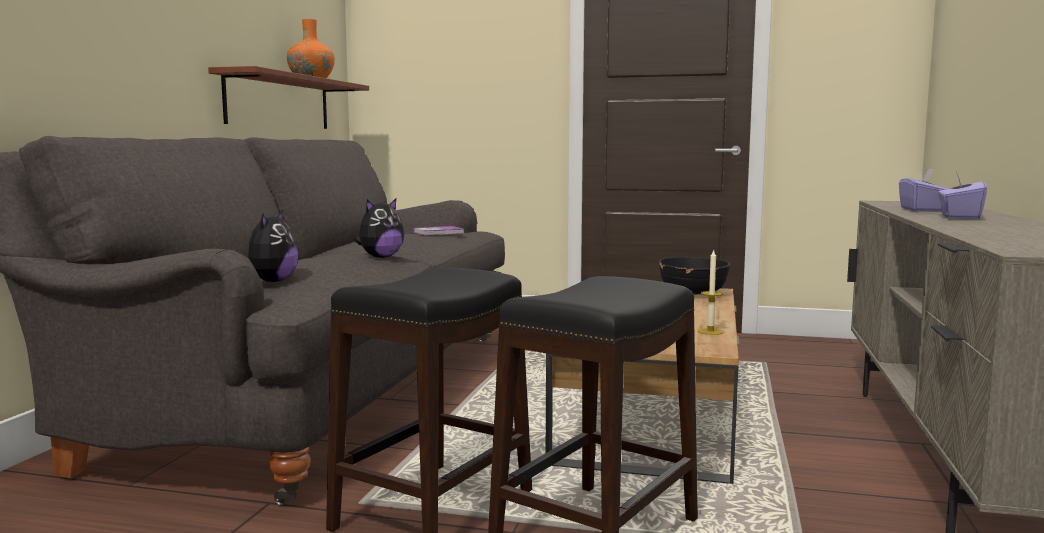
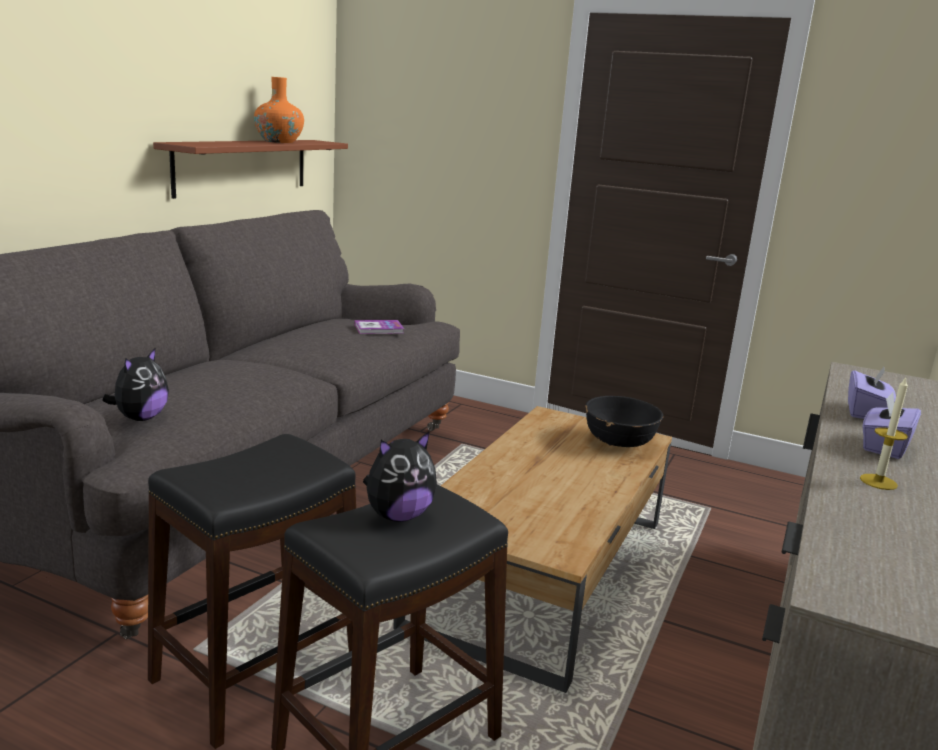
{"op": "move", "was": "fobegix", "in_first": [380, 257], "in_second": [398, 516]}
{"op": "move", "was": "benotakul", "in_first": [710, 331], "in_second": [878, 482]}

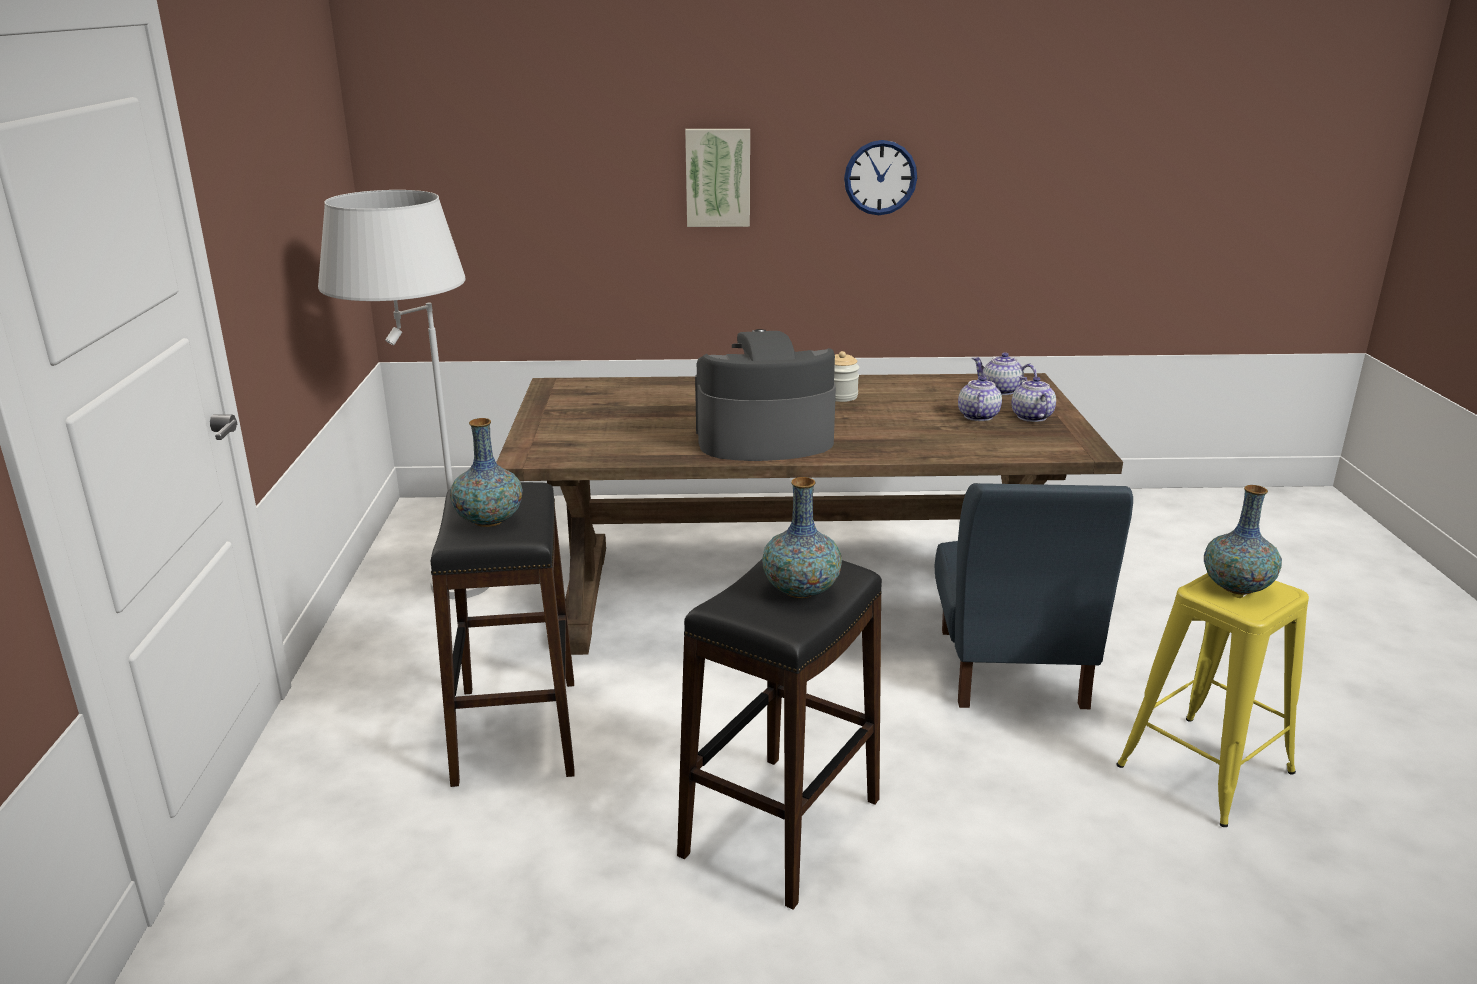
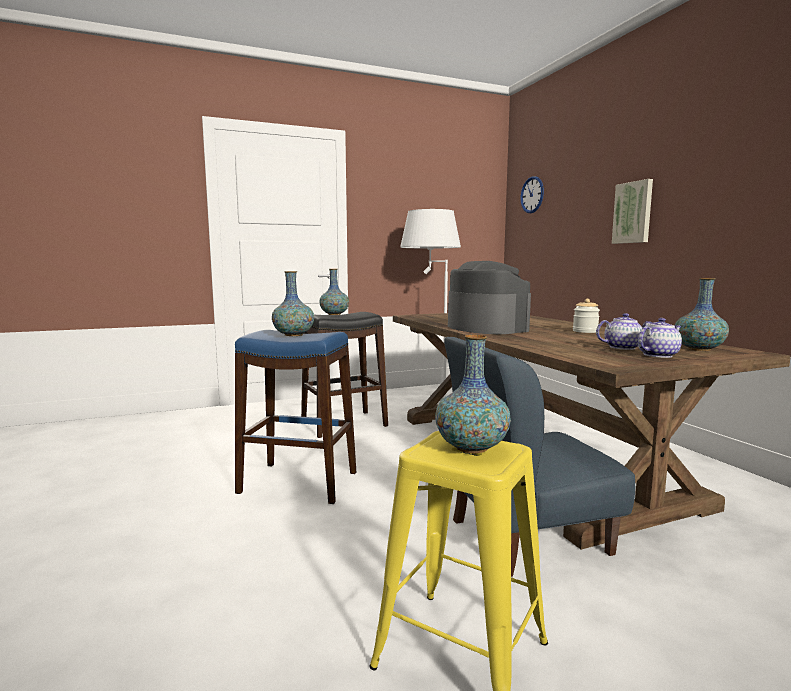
{"op": "recolor", "was": "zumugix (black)", "now": "zumugix (blue)", "in_first": [781, 826], "in_second": [299, 482]}
{"op": "move", "was": "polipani", "in_first": [880, 177], "in_second": [532, 195]}
{"op": "replace", "was": "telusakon", "now": "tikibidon", "in_first": [1000, 390], "in_second": [698, 349]}

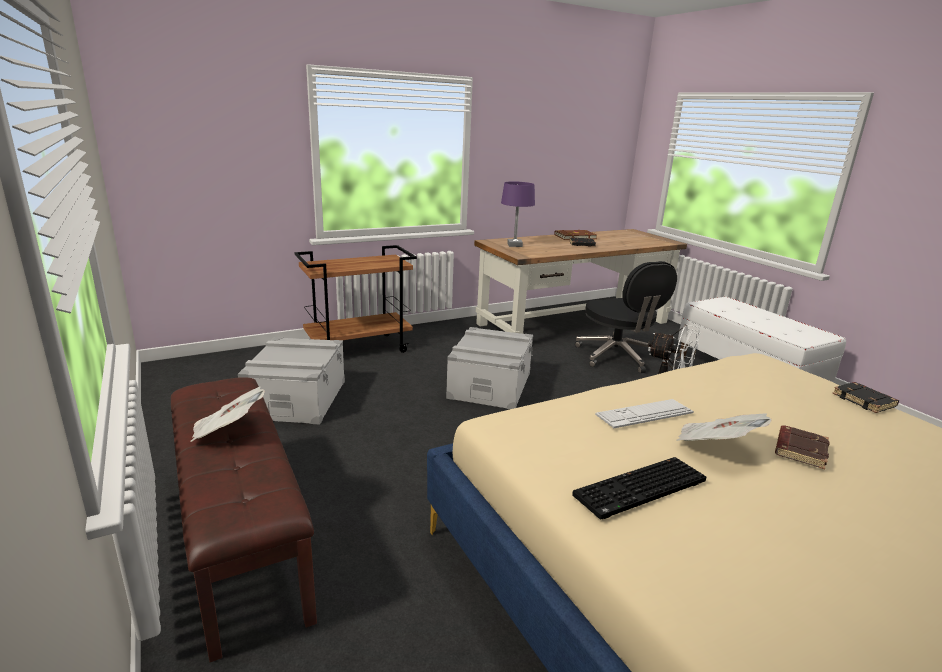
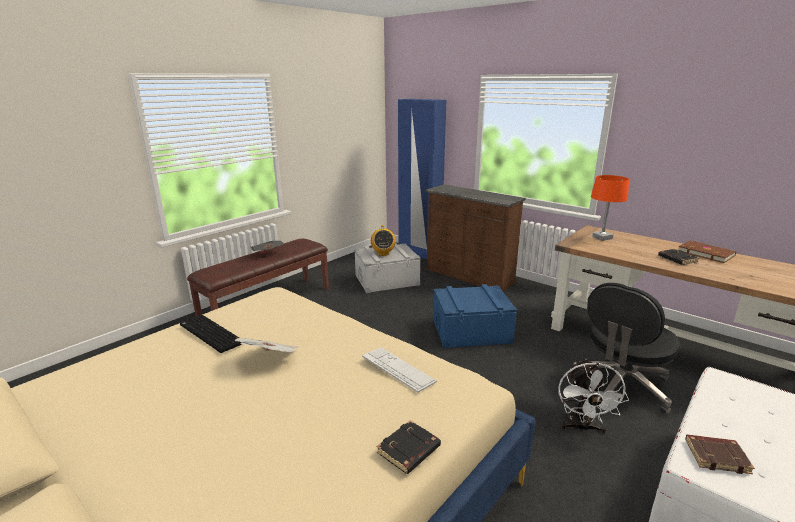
{"op": "move", "was": "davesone", "in_first": [644, 414], "in_second": [397, 369]}
{"op": "insert", "now": "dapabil", "in_second": [383, 253]}
{"op": "insert", "now": "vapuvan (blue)", "in_second": [419, 253]}
{"op": "replace", "was": "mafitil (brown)", "now": "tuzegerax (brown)", "in_first": [359, 348], "in_second": [469, 276]}
{"op": "recolor", "was": "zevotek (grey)", "now": "zevotek (blue)", "in_first": [489, 385], "in_second": [471, 331]}
{"op": "recolor", "was": "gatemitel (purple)", "now": "gatemitel (orange)", "in_first": [514, 245], "in_second": [602, 237]}
{"op": "move", "was": "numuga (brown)", "in_first": [799, 450], "in_second": [716, 456]}

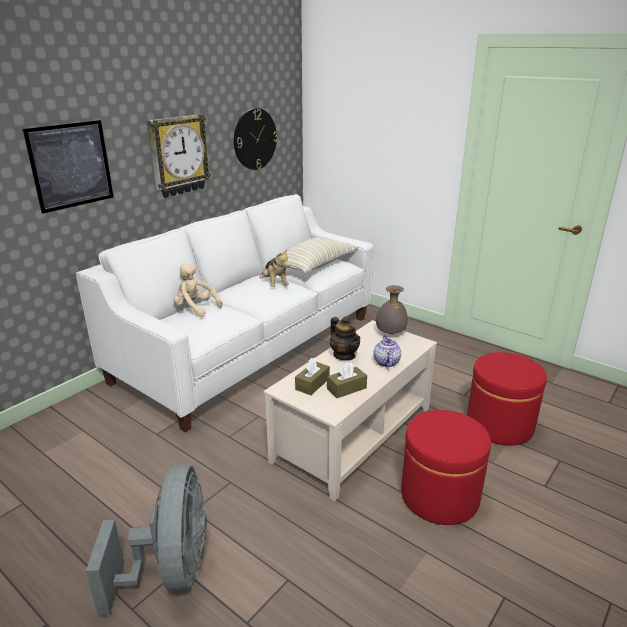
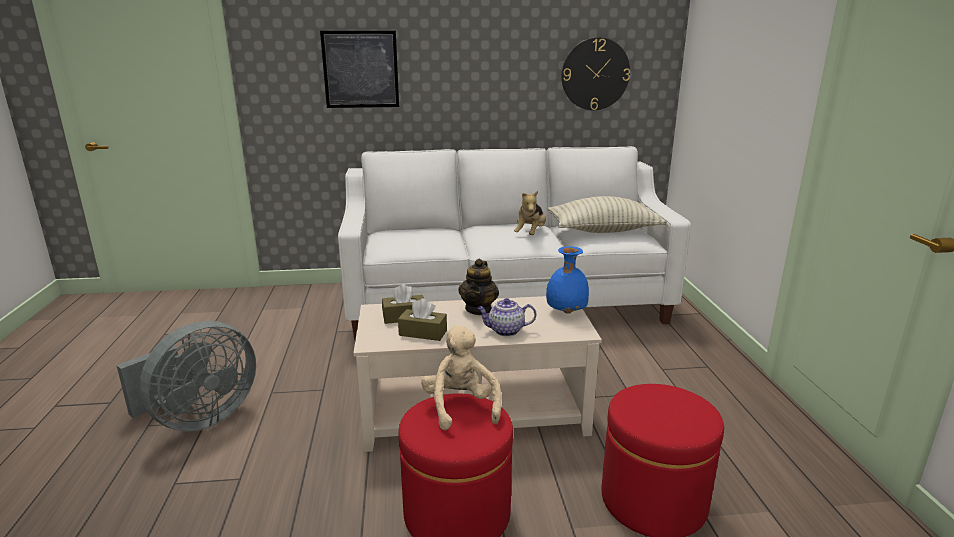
{"op": "move", "was": "fobegix (beige)", "in_first": [195, 308], "in_second": [460, 407]}
{"op": "rotate", "was": "telusakon", "in_first": [386, 362], "in_second": [505, 331], "clockwise": -135}
{"op": "recolor", "was": "tikibidon (grey)", "now": "tikibidon (blue)", "in_first": [390, 333], "in_second": [565, 312]}
{"op": "delete", "was": "polipani", "in_first": [178, 155]}

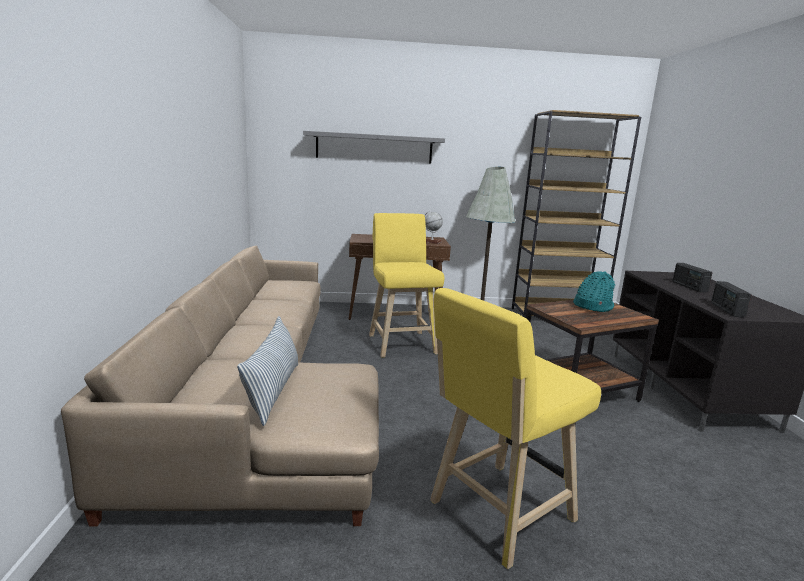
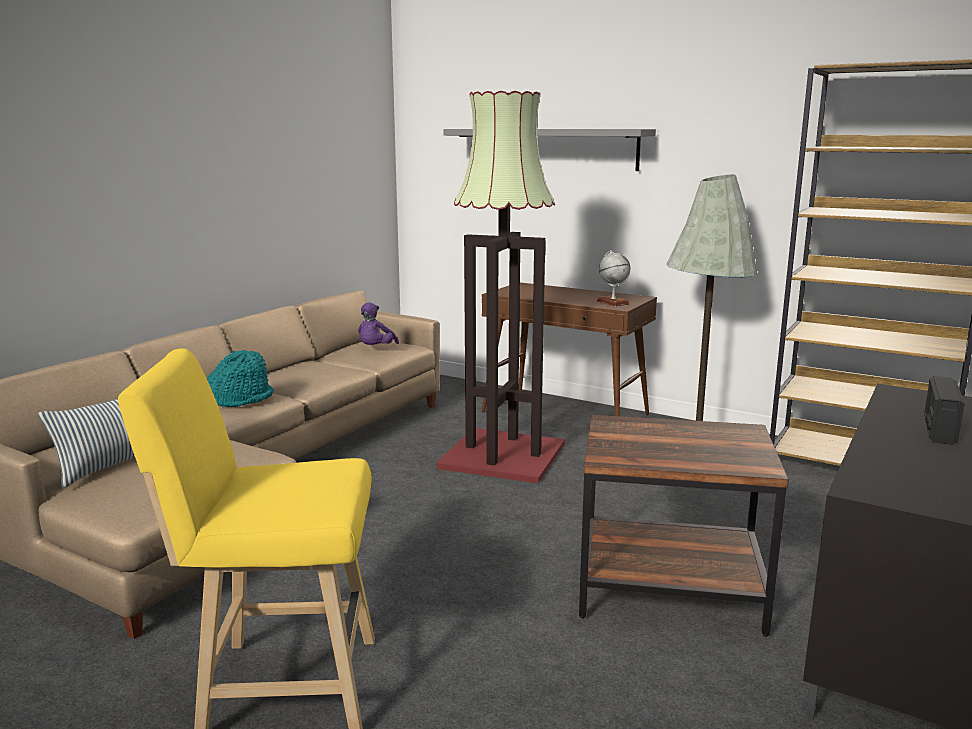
{"op": "move", "was": "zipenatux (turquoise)", "in_first": [592, 306], "in_second": [240, 399]}
{"op": "insert", "now": "fobegix (purple)", "in_second": [375, 349]}
{"op": "replace", "was": "zumugix (yellow)", "now": "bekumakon", "in_first": [401, 342], "in_second": [505, 455]}
{"op": "delete", "was": "dapabil", "in_first": [726, 310]}

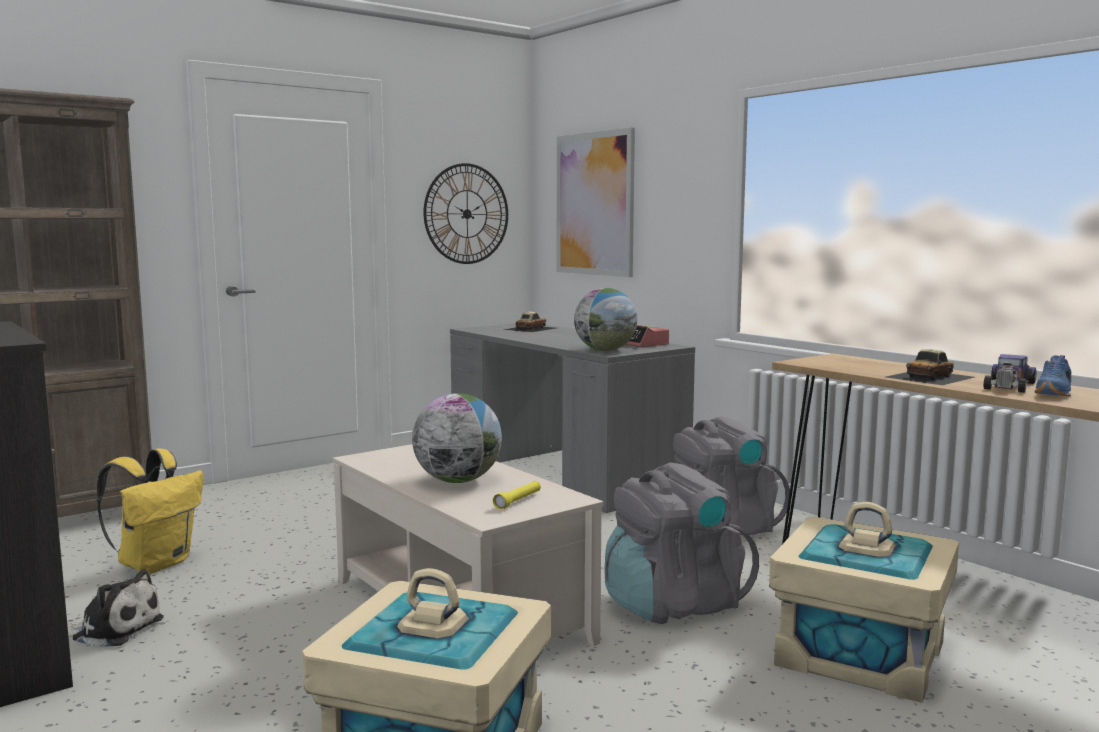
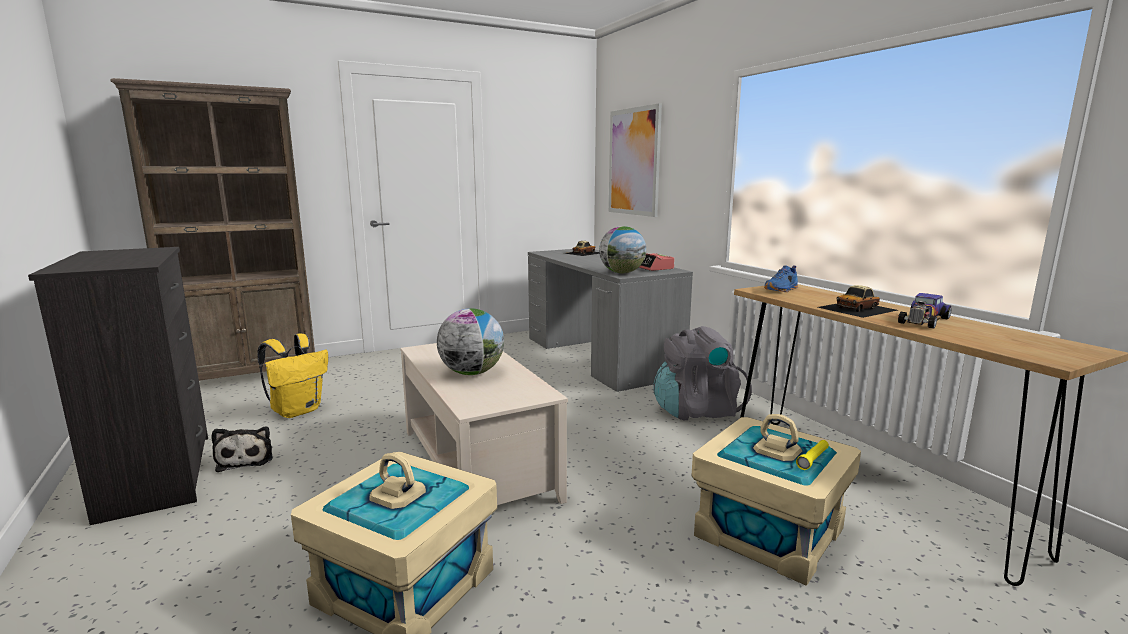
{"op": "rotate", "was": "fobegix", "in_first": [115, 629], "in_second": [246, 459], "clockwise": 45}
{"op": "move", "was": "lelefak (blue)", "in_first": [1055, 393], "in_second": [782, 290]}
{"op": "move", "was": "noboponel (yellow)", "in_first": [518, 501], "in_second": [813, 459]}
{"op": "delete", "was": "polipani", "in_first": [467, 214]}
{"op": "delete", "was": "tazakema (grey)", "in_first": [672, 604]}

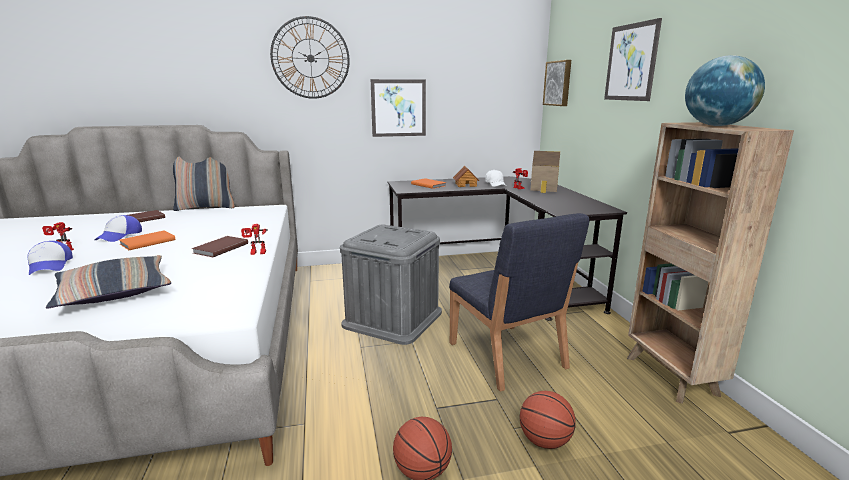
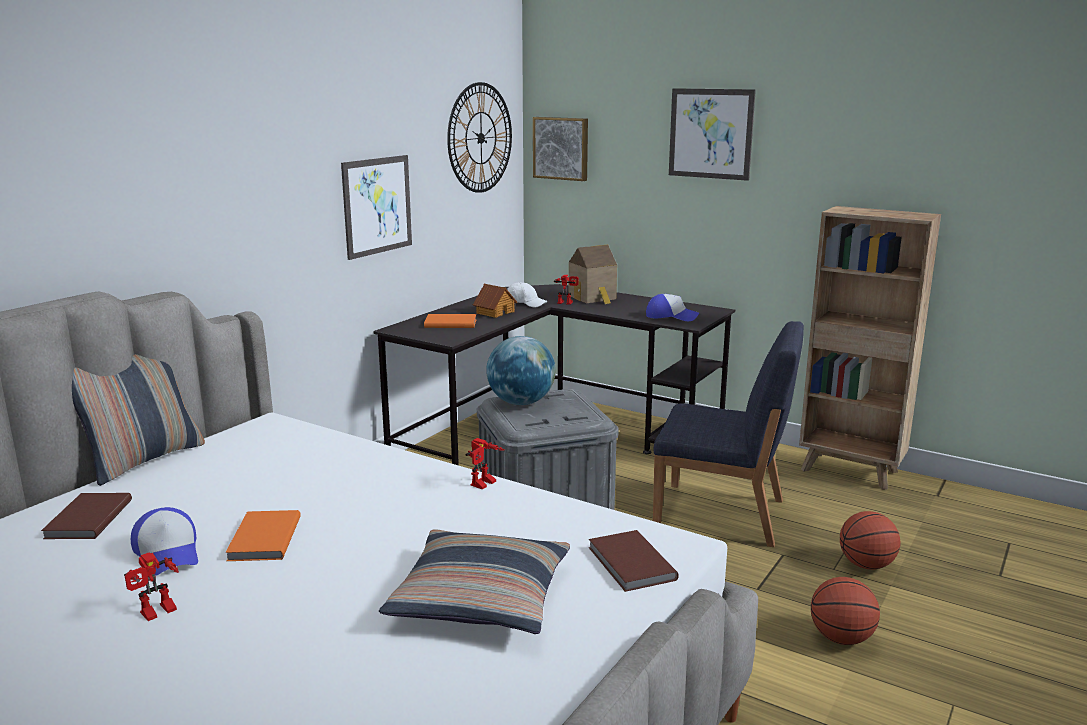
{"op": "move", "was": "polipani", "in_first": [310, 58], "in_second": [480, 138]}
{"op": "move", "was": "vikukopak", "in_first": [717, 126], "in_second": [521, 402]}
{"op": "move", "was": "numuga (brown)", "in_first": [219, 248], "in_second": [630, 564]}
{"op": "move", "was": "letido", "in_first": [50, 265], "in_second": [671, 316]}

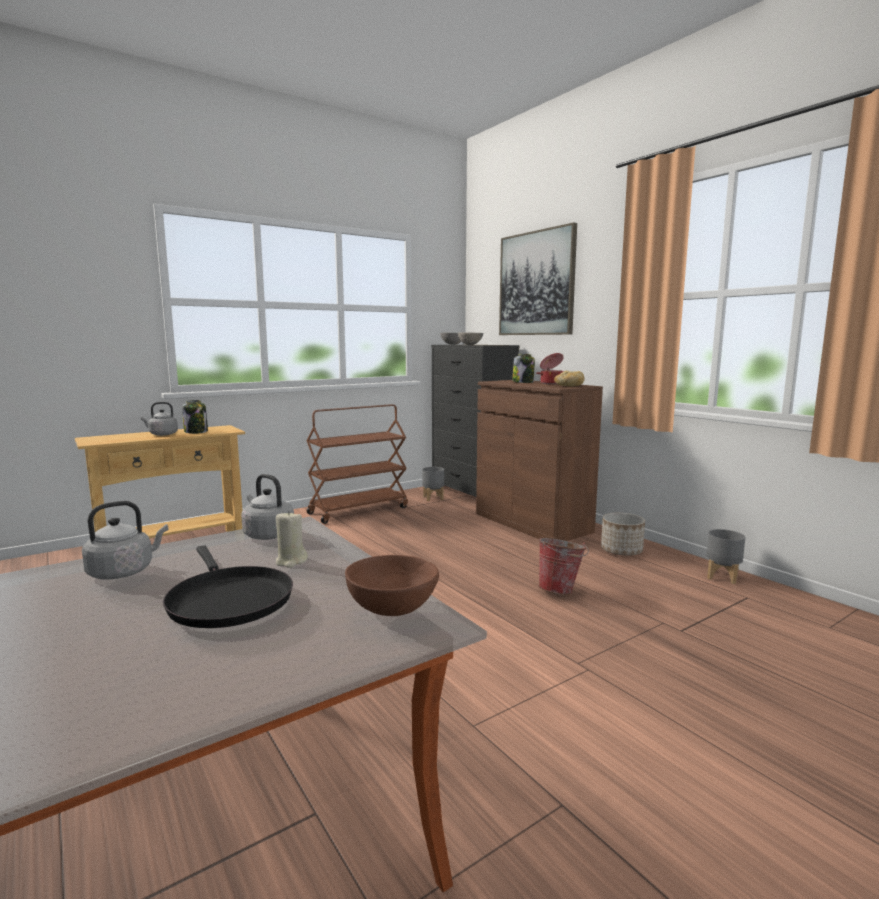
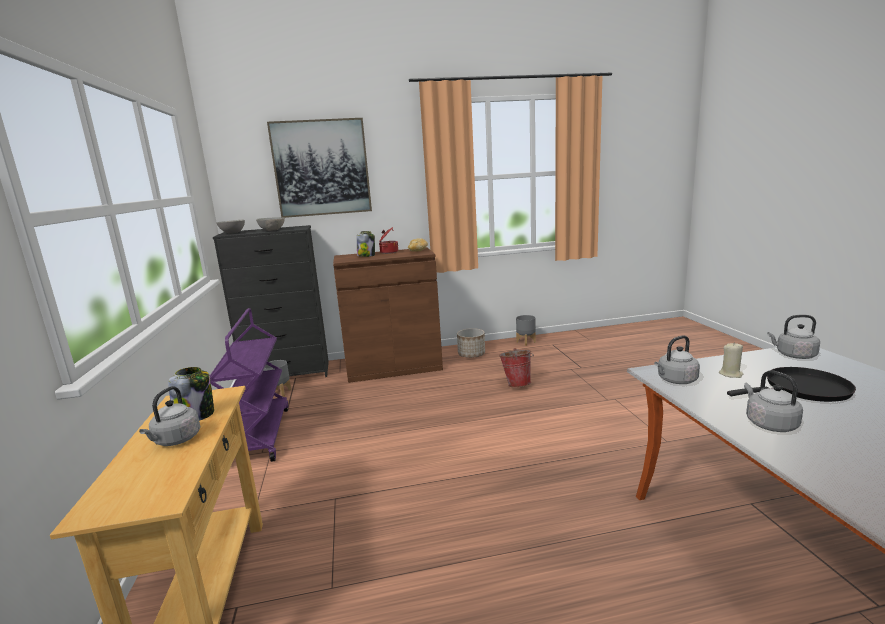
{"op": "recolor", "was": "mafitil (brown)", "now": "mafitil (purple)", "in_first": [358, 510], "in_second": [259, 435]}
{"op": "replace", "was": "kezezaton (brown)", "now": "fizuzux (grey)", "in_first": [392, 609], "in_second": [793, 355]}

